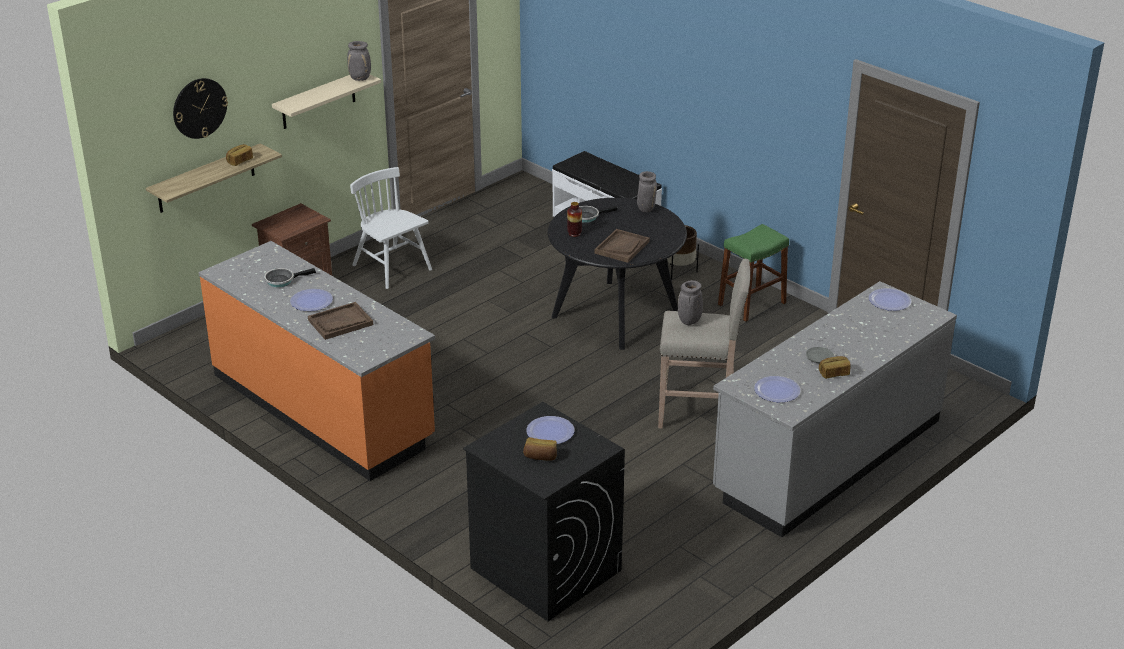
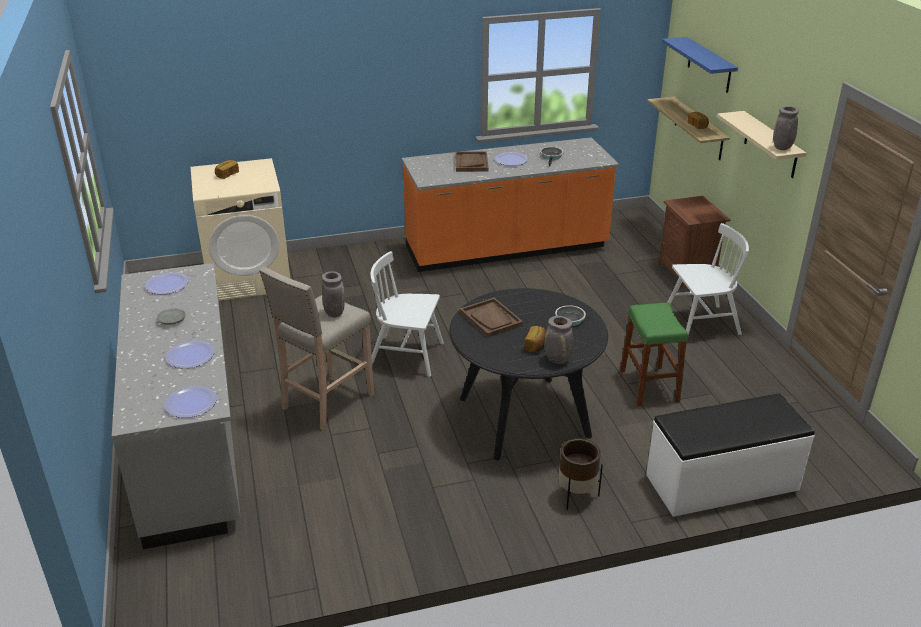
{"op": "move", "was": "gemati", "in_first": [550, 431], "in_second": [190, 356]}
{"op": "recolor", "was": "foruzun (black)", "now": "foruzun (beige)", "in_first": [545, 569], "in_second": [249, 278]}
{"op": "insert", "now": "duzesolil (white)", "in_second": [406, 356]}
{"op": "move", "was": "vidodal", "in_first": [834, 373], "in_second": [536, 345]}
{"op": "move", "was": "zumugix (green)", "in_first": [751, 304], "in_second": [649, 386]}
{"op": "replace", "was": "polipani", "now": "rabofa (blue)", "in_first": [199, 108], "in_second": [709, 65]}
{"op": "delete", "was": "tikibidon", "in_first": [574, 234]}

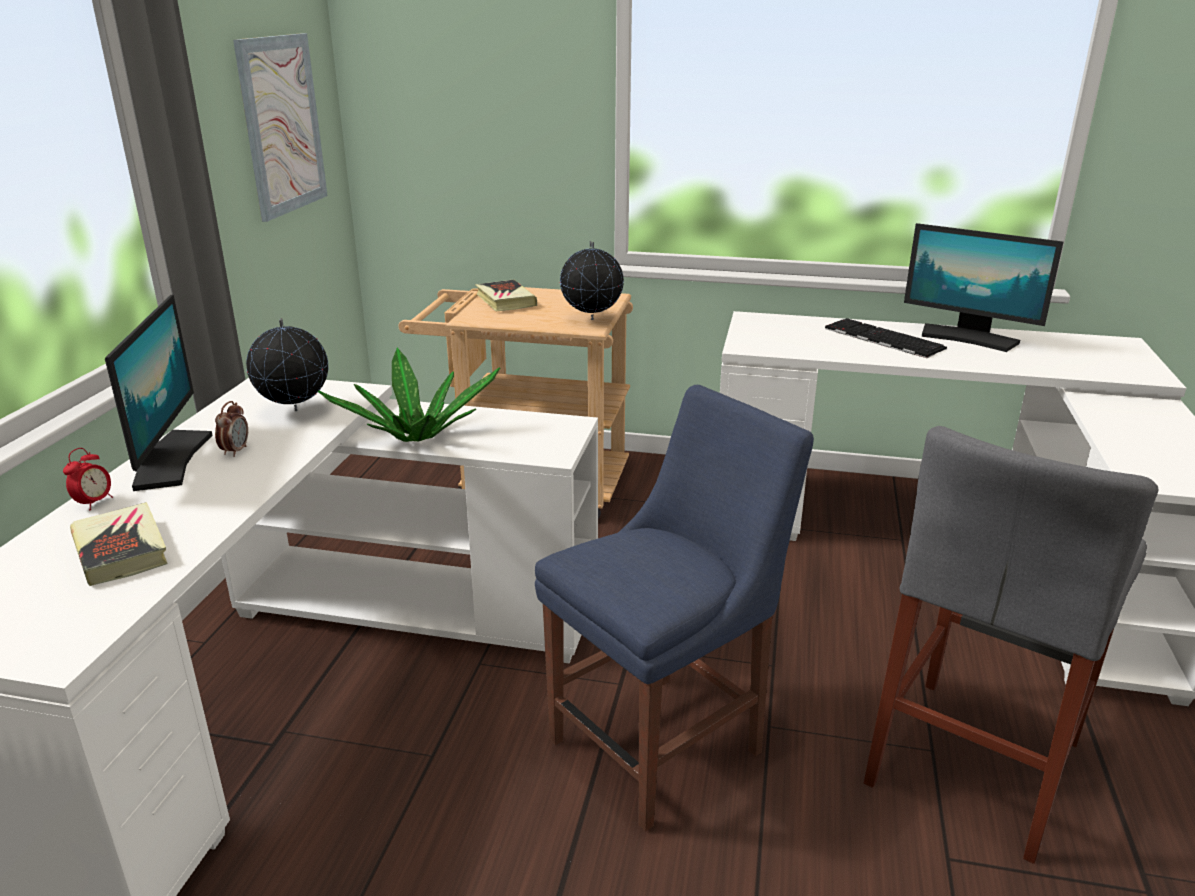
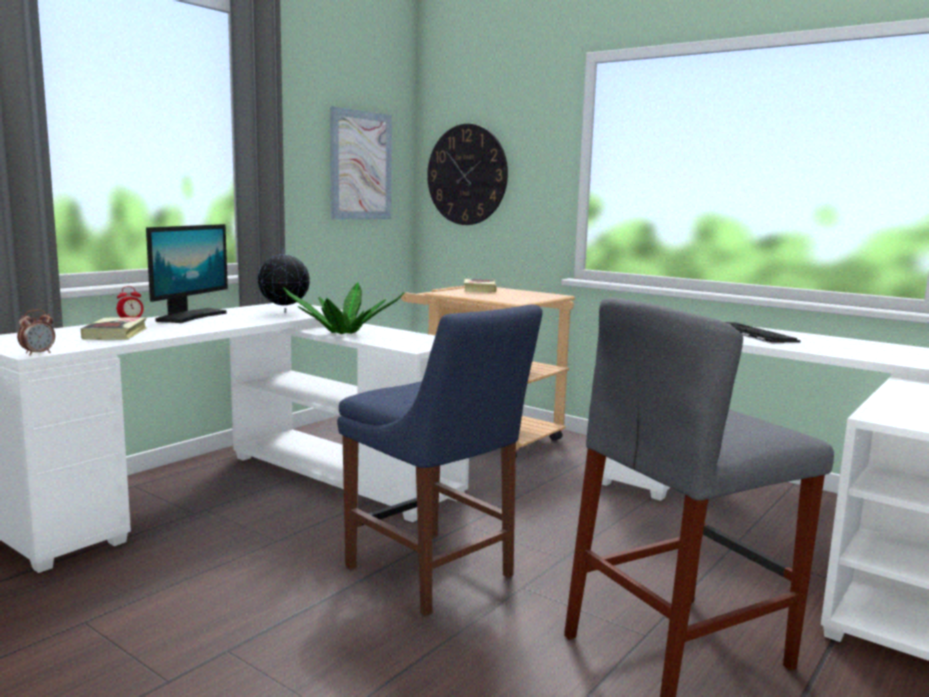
{"op": "move", "was": "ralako", "in_first": [235, 451], "in_second": [38, 353]}
{"op": "rotate", "was": "duzesolil (blue)", "in_first": [664, 742], "in_second": [434, 574], "clockwise": 60}
{"op": "insert", "now": "polipani", "in_second": [467, 175]}
{"op": "delete", "was": "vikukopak", "in_first": [591, 320]}
{"op": "delete", "was": "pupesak", "in_first": [968, 338]}

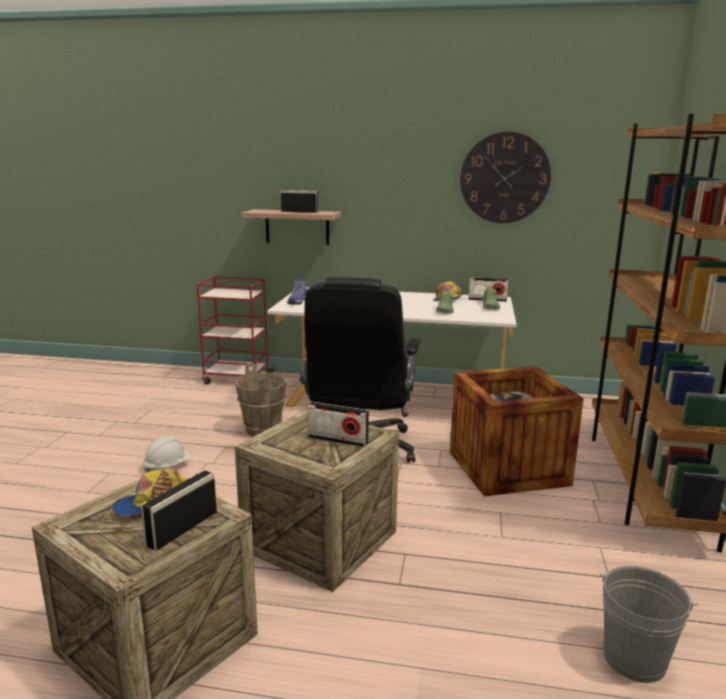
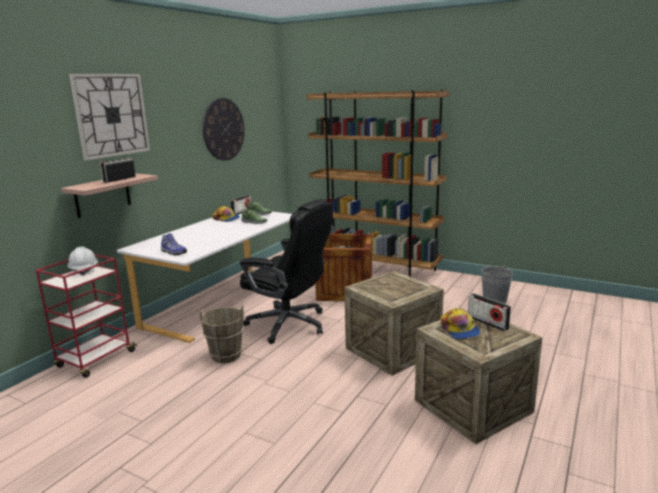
{"op": "move", "was": "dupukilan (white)", "in_first": [168, 467], "in_second": [84, 270]}
{"op": "insert", "now": "polipani", "in_second": [111, 115]}
{"op": "delete", "was": "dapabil", "in_first": [338, 440]}

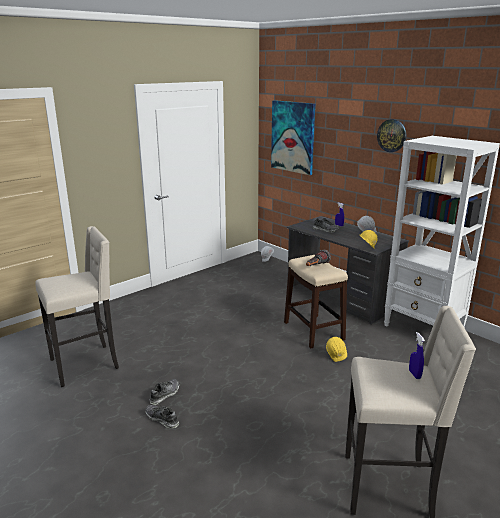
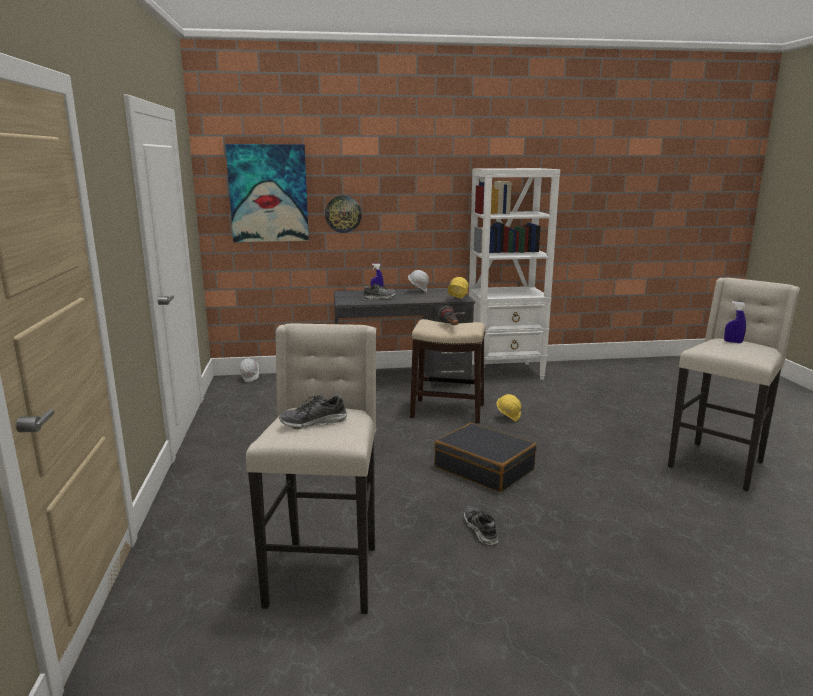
{"op": "move", "was": "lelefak", "in_first": [162, 419], "in_second": [314, 423]}
{"op": "move", "was": "polipani", "in_first": [392, 135], "in_second": [343, 214]}
{"op": "insert", "now": "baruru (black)", "in_second": [484, 468]}

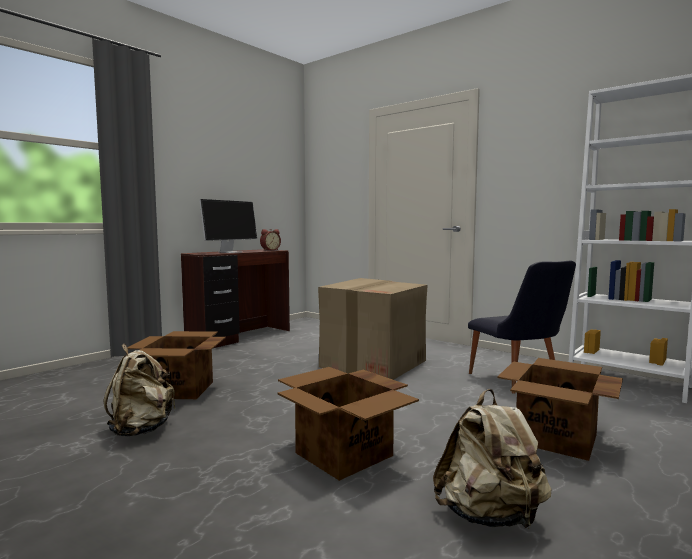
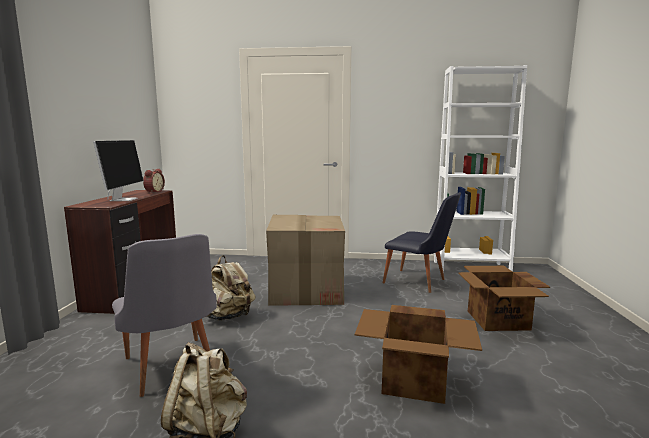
{"op": "replace", "was": "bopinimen", "now": "duzesolil (grey)", "in_first": [179, 390], "in_second": [171, 370]}
{"op": "move", "was": "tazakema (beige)", "in_first": [489, 516], "in_second": [228, 317]}

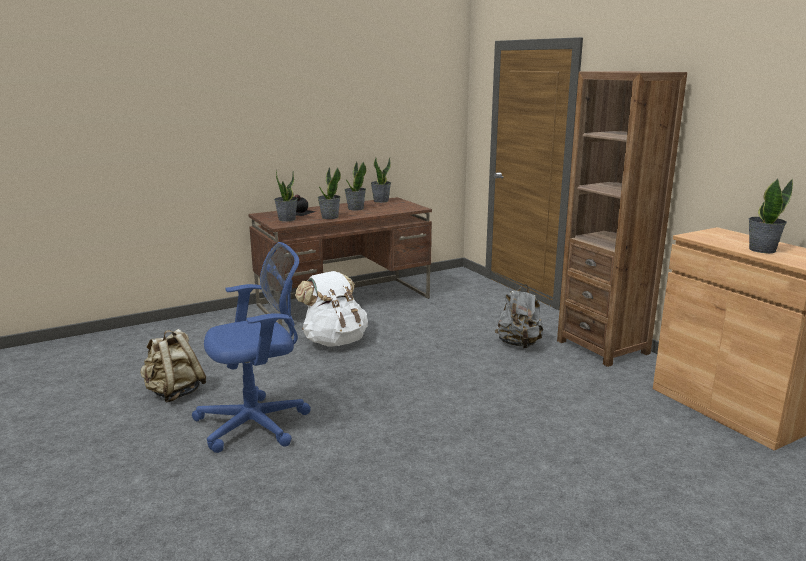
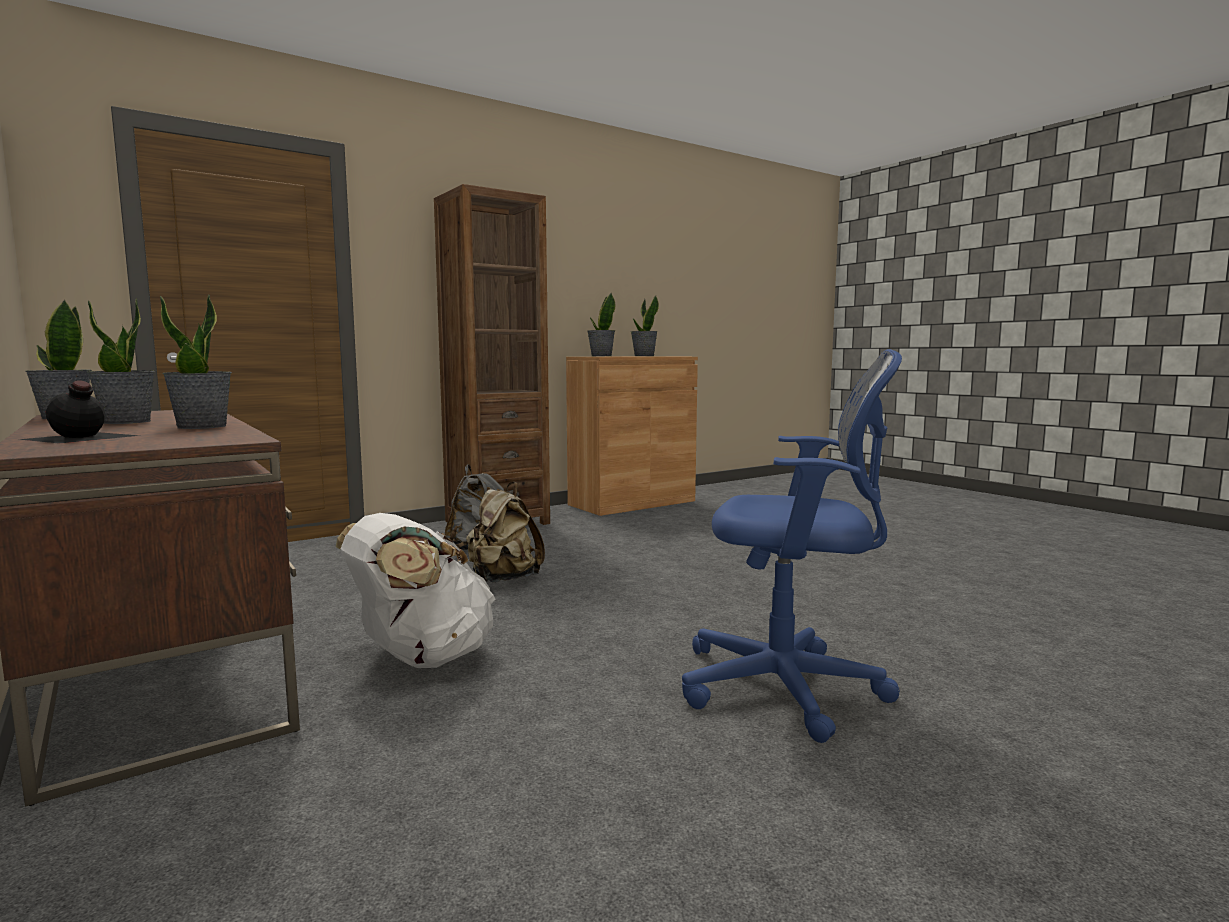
{"op": "move", "was": "tazakema (beige)", "in_first": [174, 393], "in_second": [503, 579]}
{"op": "move", "was": "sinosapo", "in_first": [286, 219], "in_second": [601, 356]}
{"op": "rotate", "was": "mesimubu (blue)", "in_first": [258, 424], "in_second": [790, 689], "clockwise": 135}

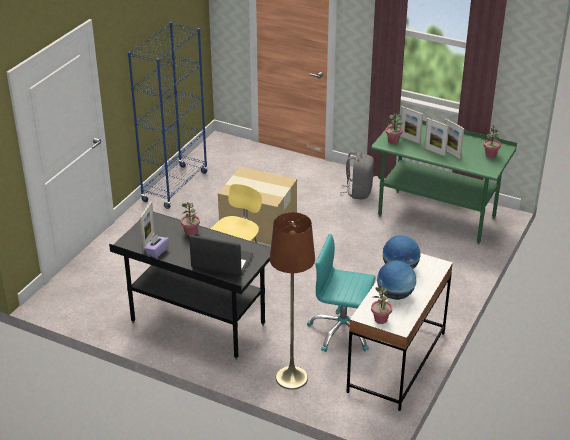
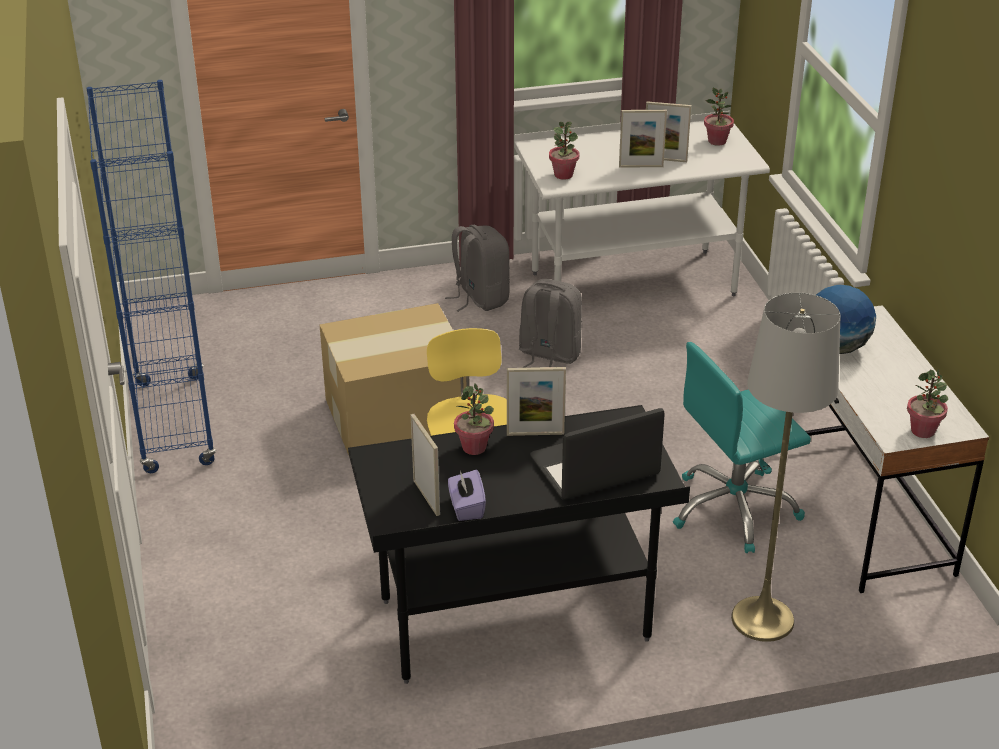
{"op": "move", "was": "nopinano", "in_first": [409, 139], "in_second": [535, 434]}
{"op": "recolor", "was": "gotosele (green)", "now": "gotosele (white)", "in_first": [436, 216], "in_second": [633, 284]}
{"op": "insert", "now": "tazakema (grey)", "in_second": [548, 355]}
{"op": "recolor", "was": "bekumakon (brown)", "now": "bekumakon (grey)", "in_first": [291, 378], "in_second": [762, 619]}
{"op": "delete", "was": "vikukopak", "in_first": [395, 295]}

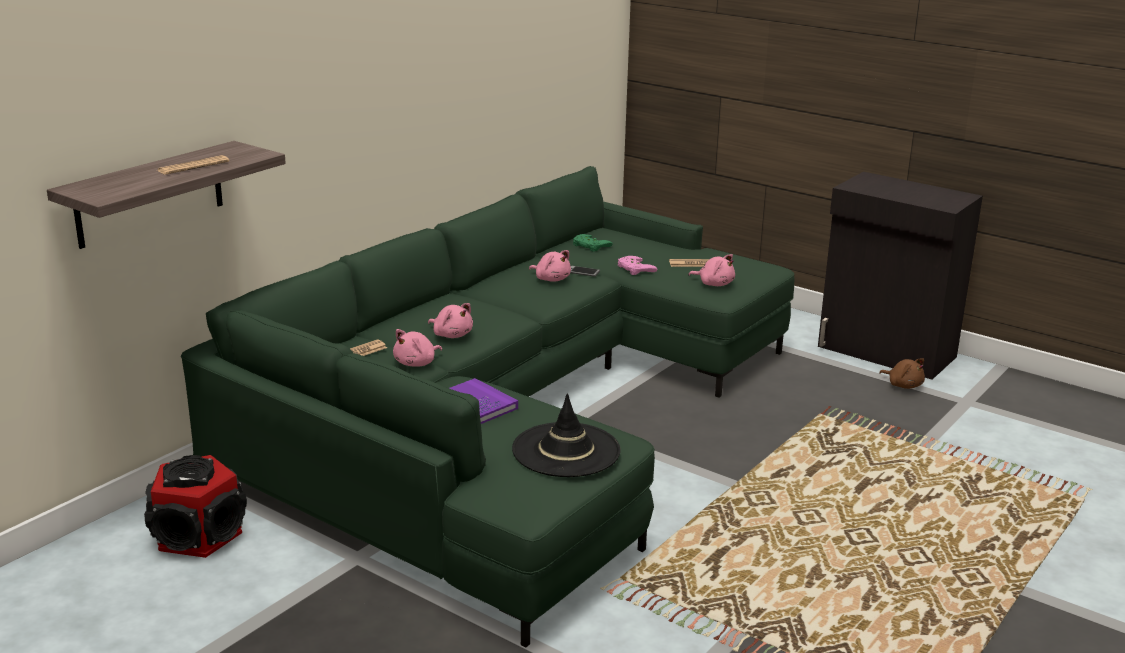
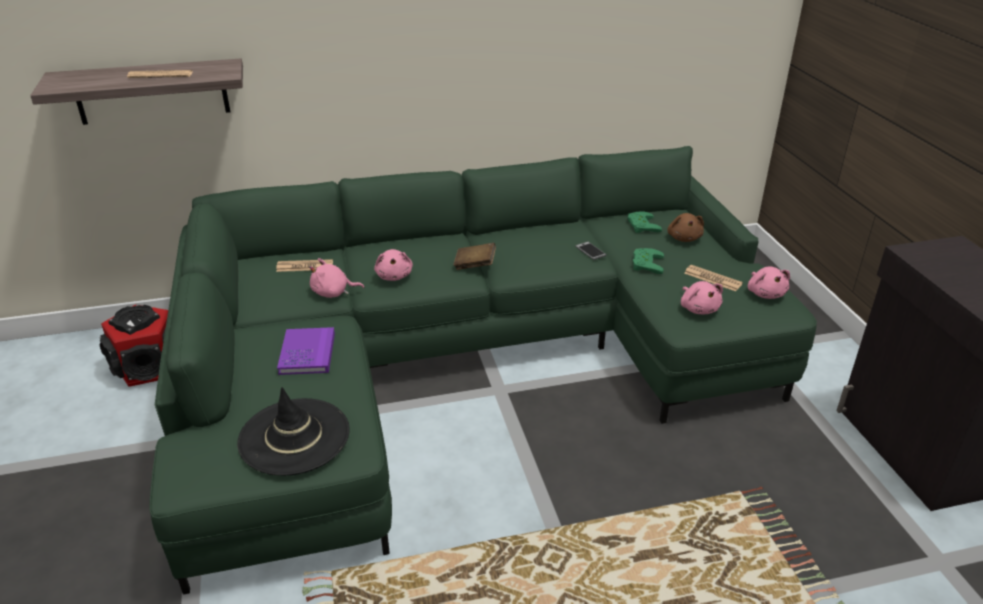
{"op": "insert", "now": "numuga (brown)", "in_second": [475, 265]}
{"op": "recolor", "was": "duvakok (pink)", "now": "duvakok (green)", "in_first": [633, 269], "in_second": [645, 263]}
{"op": "move", "was": "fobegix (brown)", "in_first": [903, 385], "in_second": [684, 238]}
{"op": "move", "was": "fobegix (pink)", "in_first": [551, 279], "in_second": [765, 293]}

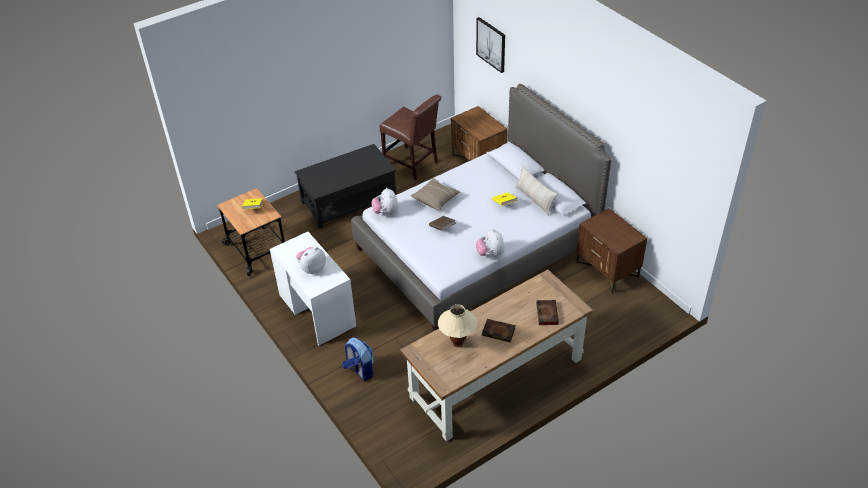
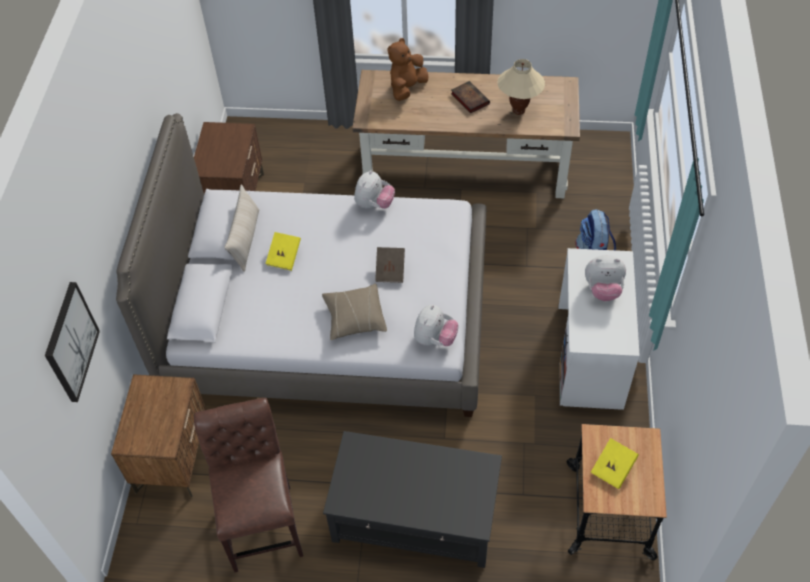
{"op": "replace", "was": "numuga", "now": "fobegix (brown)", "in_first": [547, 314], "in_second": [407, 88]}

